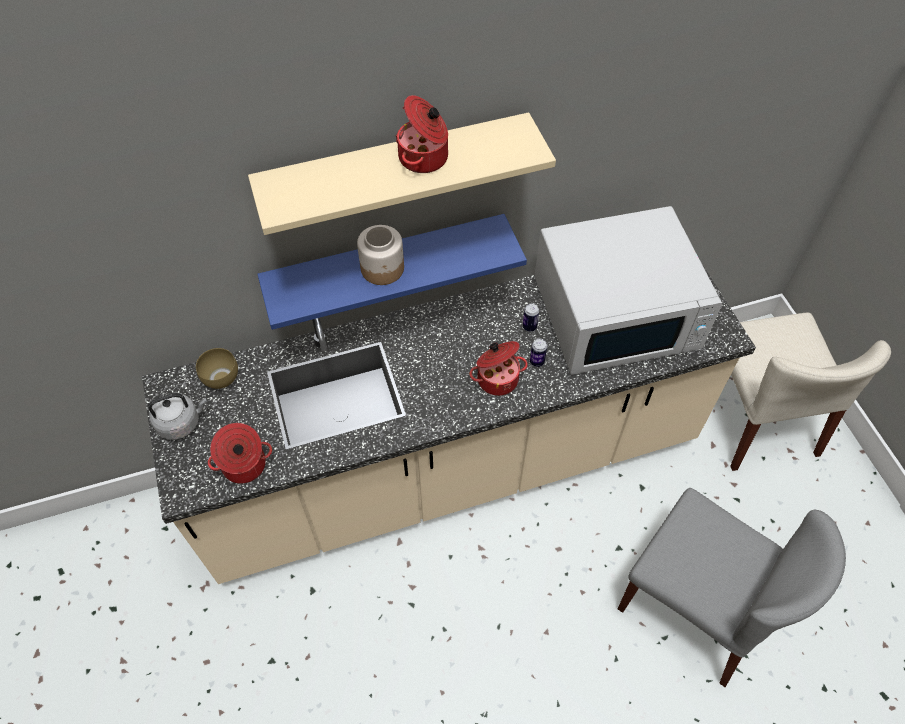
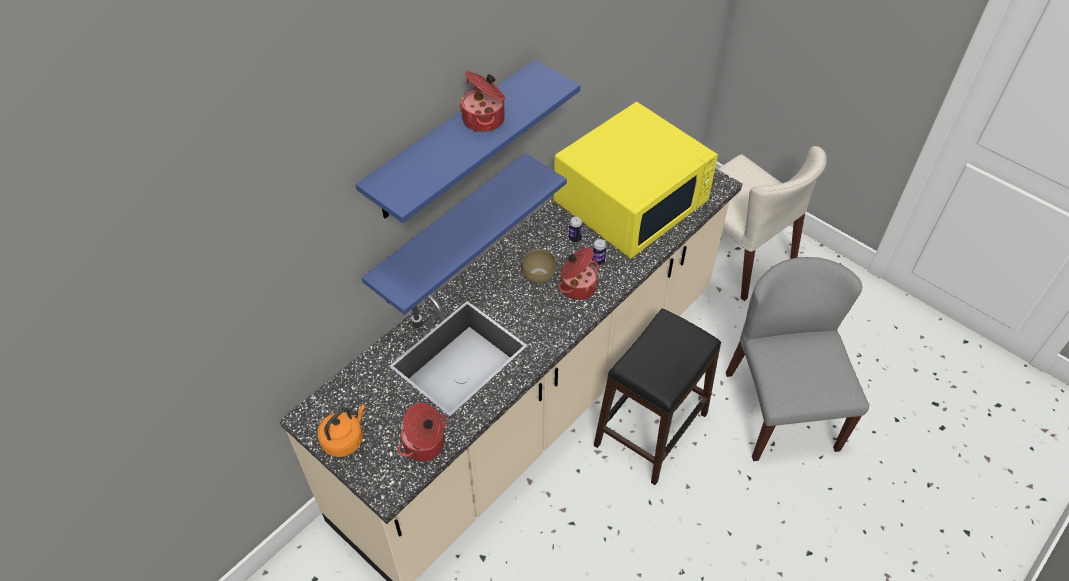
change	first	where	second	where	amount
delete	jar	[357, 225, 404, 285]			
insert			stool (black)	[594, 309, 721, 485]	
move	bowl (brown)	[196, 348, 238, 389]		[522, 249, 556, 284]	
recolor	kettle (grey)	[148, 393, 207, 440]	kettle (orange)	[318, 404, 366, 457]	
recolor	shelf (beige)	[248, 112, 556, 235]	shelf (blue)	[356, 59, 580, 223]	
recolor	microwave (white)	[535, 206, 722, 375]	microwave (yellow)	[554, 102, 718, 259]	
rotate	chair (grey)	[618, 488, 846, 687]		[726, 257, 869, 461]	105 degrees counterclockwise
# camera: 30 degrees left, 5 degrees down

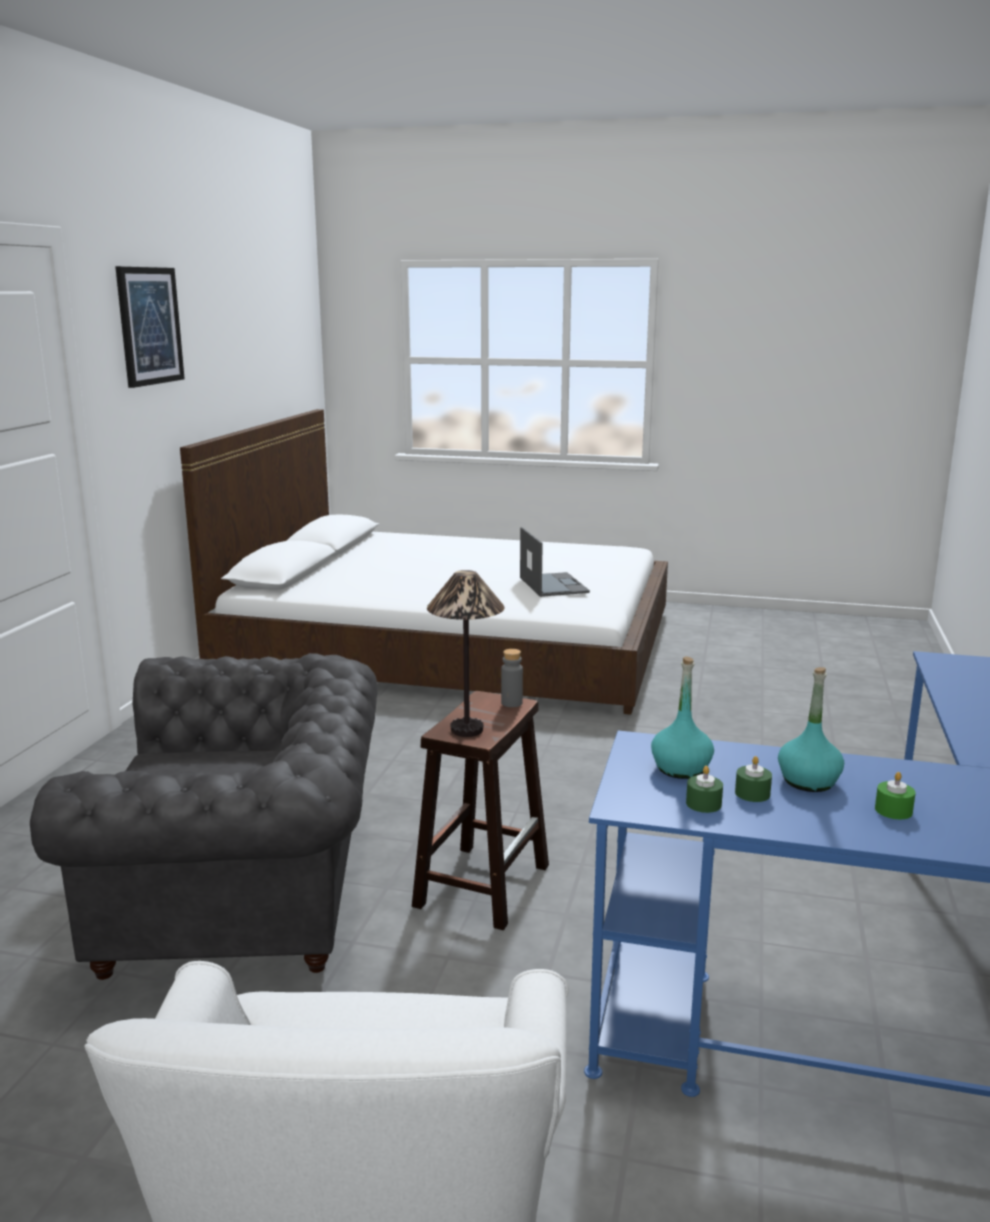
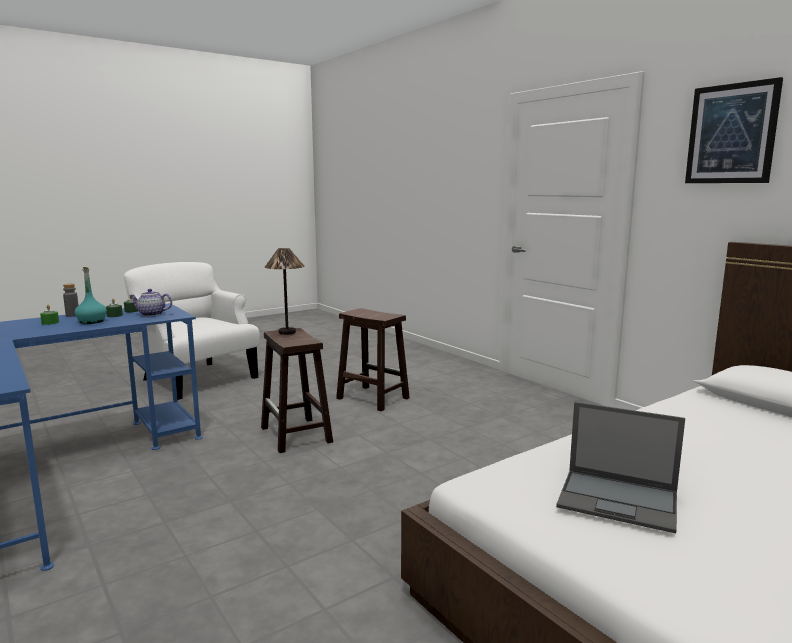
change	first	where	second	where	amount
move	bottle (grey)	[501, 649, 523, 707]		[63, 284, 79, 317]	
replace	armchair (grey)	[30, 653, 378, 980]	stool (brown)	[336, 308, 410, 411]	
replace	bottle (turquoise)	[651, 656, 714, 779]	teapot	[129, 289, 172, 316]	
# camera: 130 degrees right, 5 degrees down

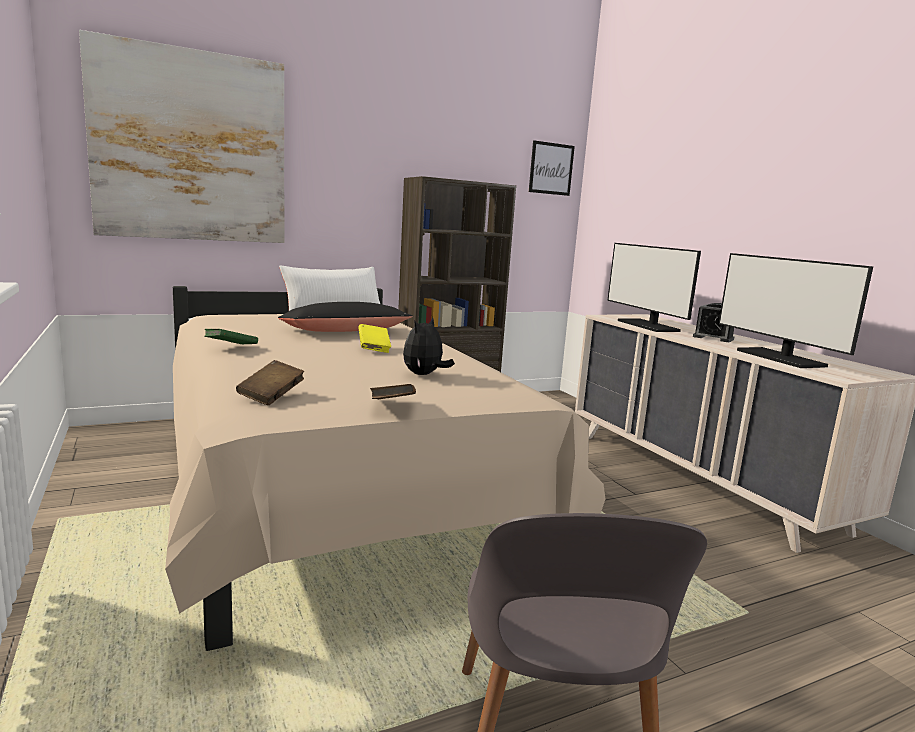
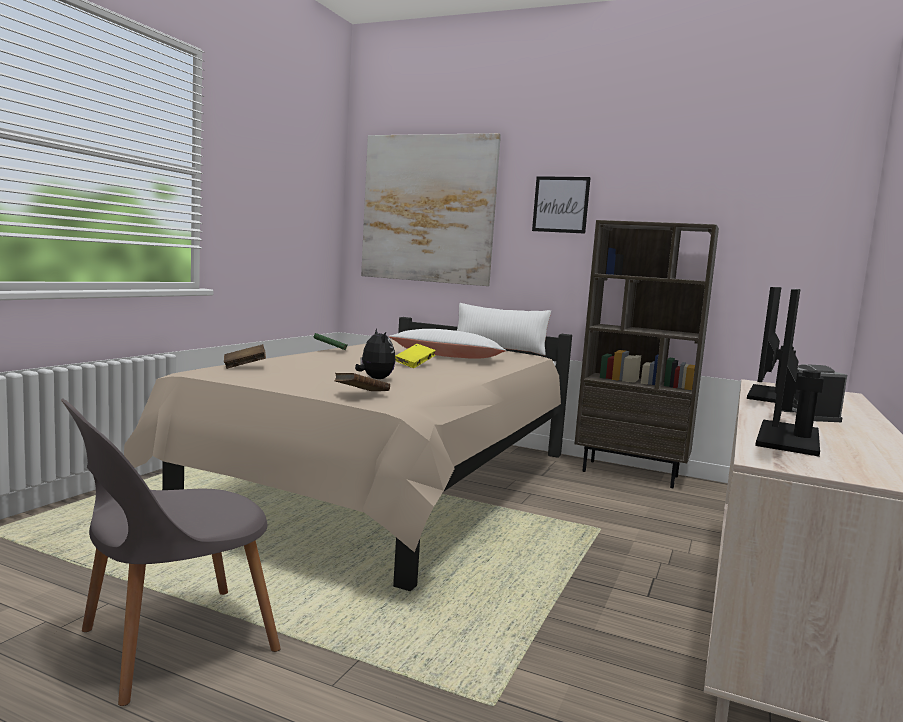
change	first	where	second	where	amount
move	book (brown)	[370, 384, 416, 399]		[334, 373, 390, 391]	
move	picture	[529, 140, 575, 196]		[532, 176, 591, 234]	
recolor	pillow (black)	[278, 302, 413, 332]	pillow (white)	[388, 329, 506, 359]	
rotate	plush toy	[403, 317, 455, 375]		[355, 328, 396, 379]	75 degrees clockwise
# camera: 50 degrees right, 5 degrees down

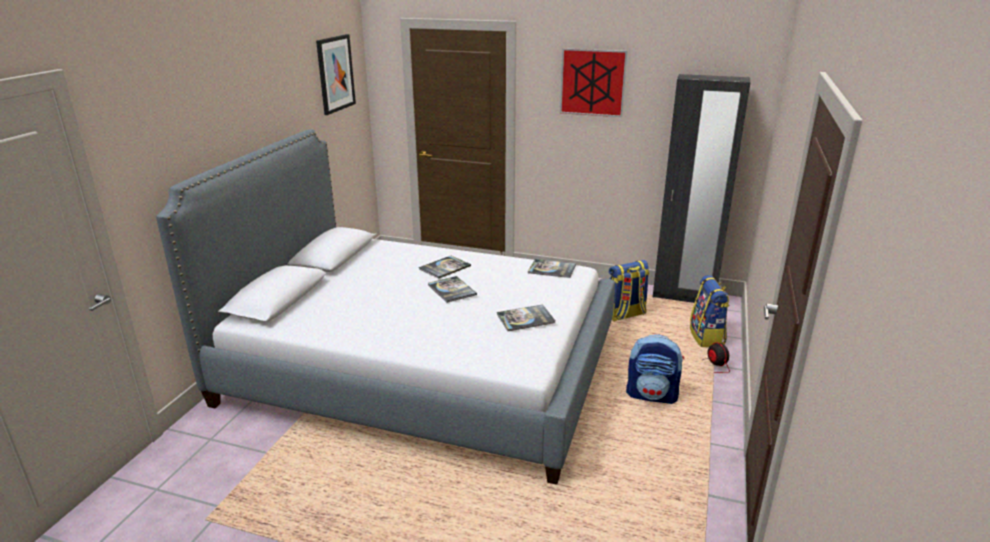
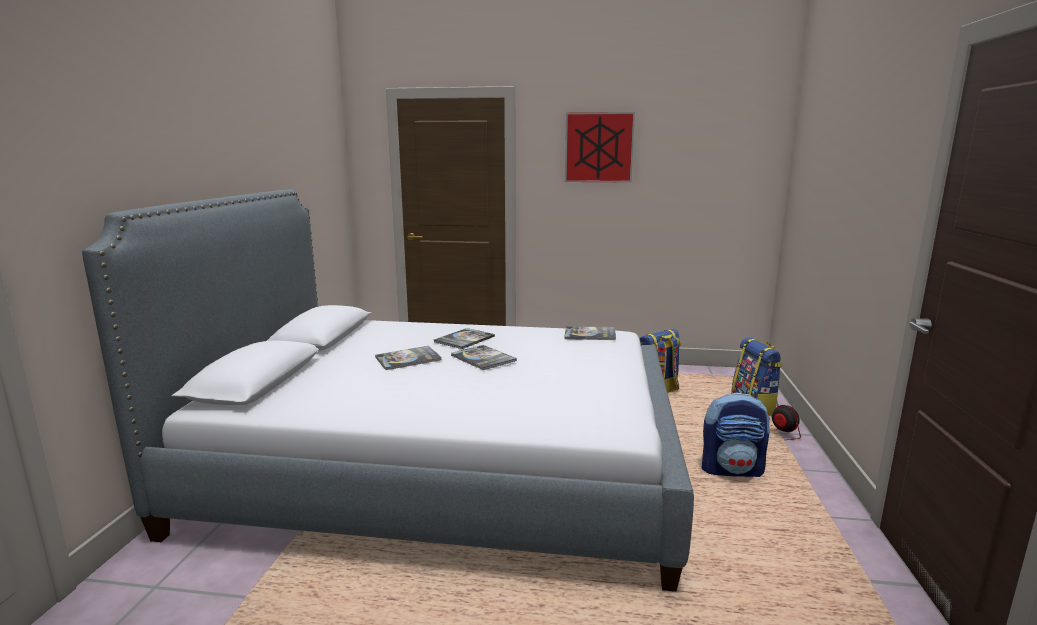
change	first	where	second	where	amount
delete	picture	[316, 34, 356, 115]			
delete	wardrobe (black)	[653, 74, 751, 303]			
move	book	[497, 304, 555, 331]		[375, 346, 442, 370]	
# camera: 10 degrees left, 10 degrees down

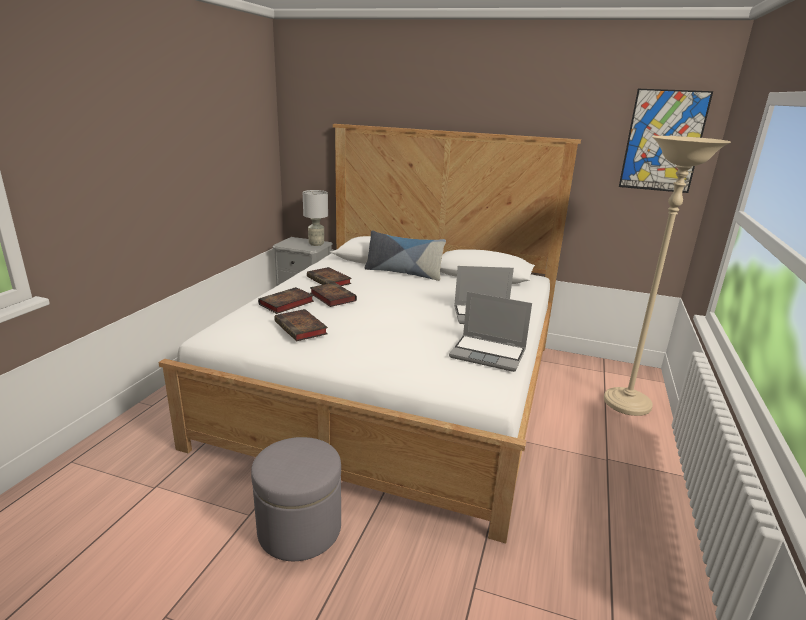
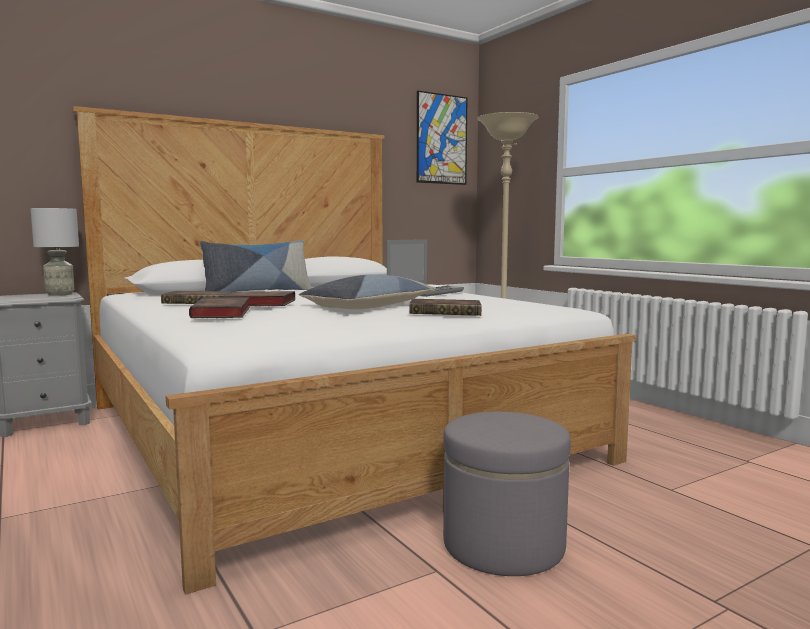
change	first	where	second	where	amount
delete	laptop	[449, 292, 532, 372]			
insert			pillow	[299, 274, 436, 309]	
move	book	[274, 309, 328, 341]		[409, 299, 482, 316]	
# camera: 50 degrees left, 15 degrees down

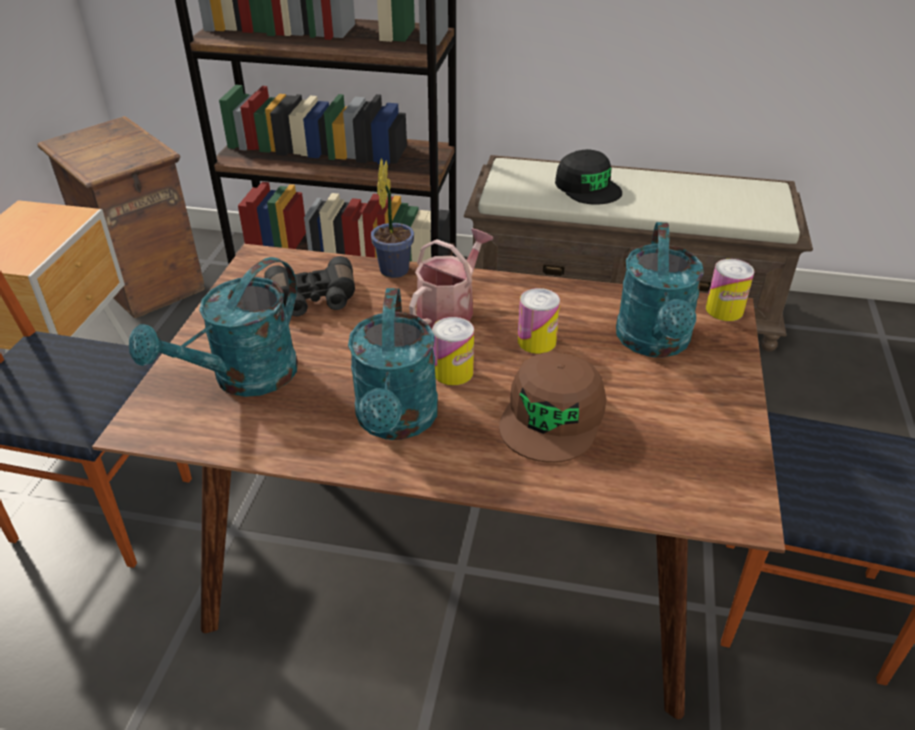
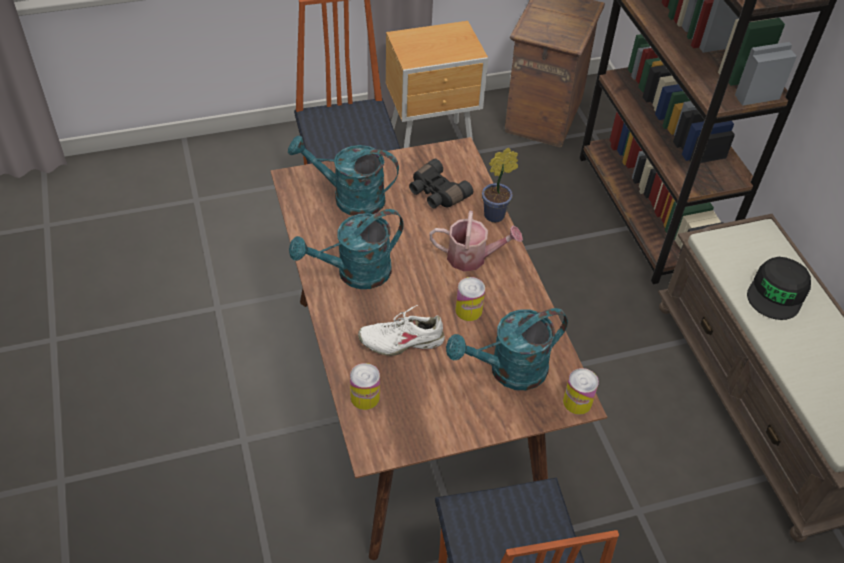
change	first	where	second	where	amount
move	can	[432, 317, 474, 385]		[350, 363, 380, 410]	
replace	cap (brown)	[499, 352, 607, 463]	shoe (white)	[358, 305, 445, 356]	
# camera: 60 degrees right, 10 degrees up

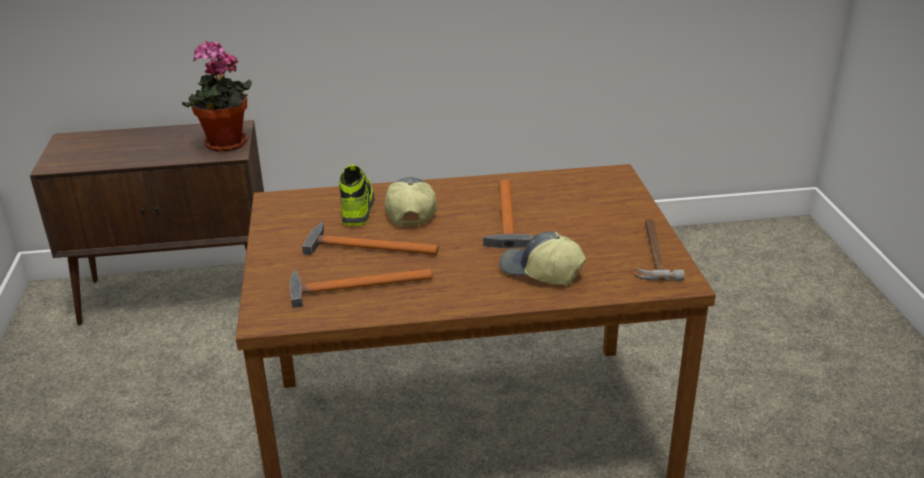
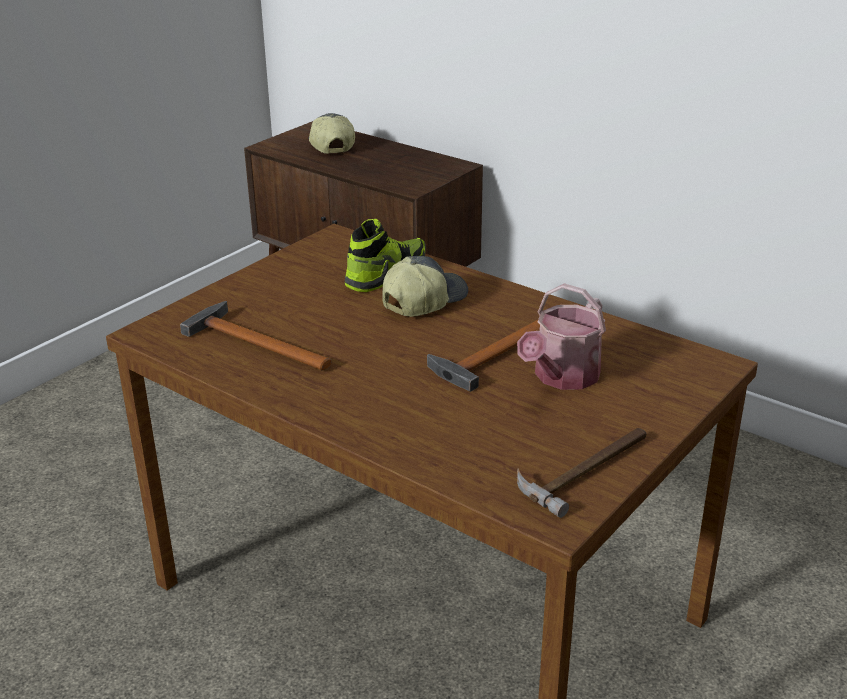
change	first	where	second	where	amount
delete	potted plant	[182, 40, 252, 152]			
delete	hammer	[302, 222, 439, 255]			
insert			watering can	[517, 283, 606, 390]	
move	cap	[499, 231, 586, 285]		[308, 113, 355, 154]	
# camera: 45 degrees right, 0 degrees up

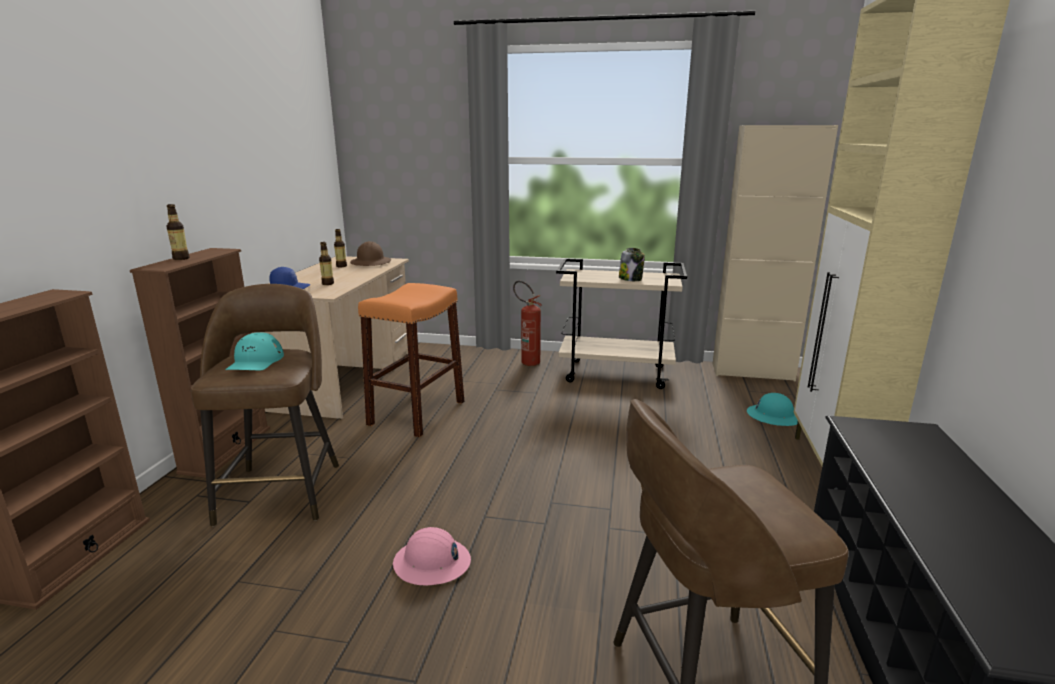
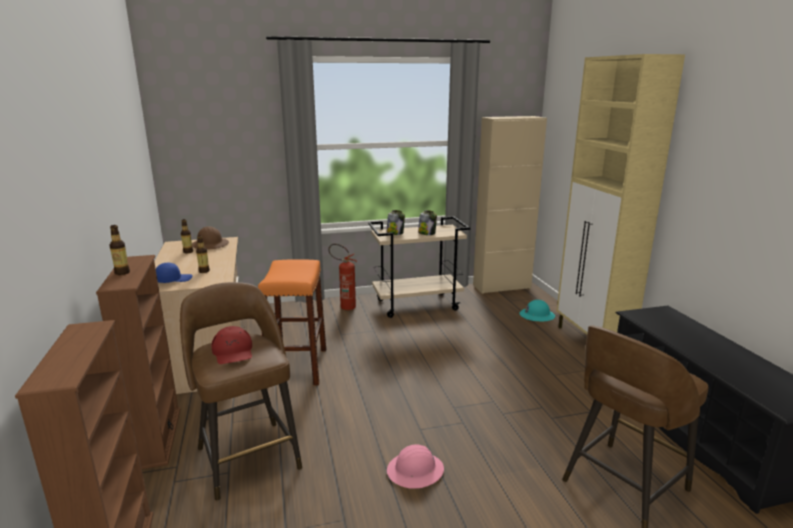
change	first	where	second	where	amount
insert			jar	[387, 210, 405, 235]	
recolor	cap (turquoise)	[225, 332, 284, 371]	cap (red)	[211, 326, 252, 364]	
# camera: 25 degrees left, 0 degrees up

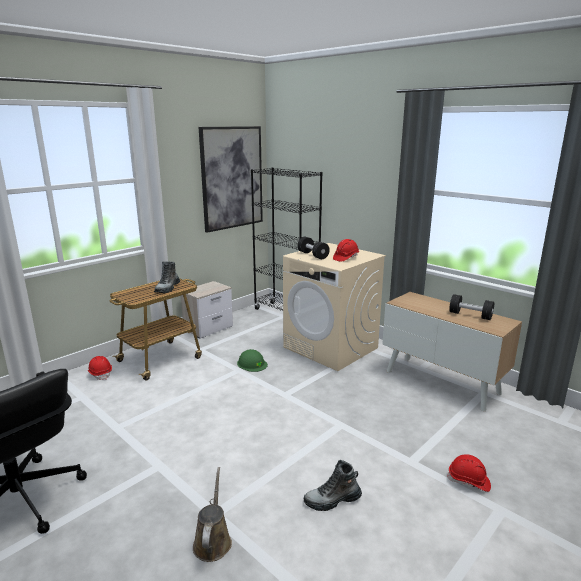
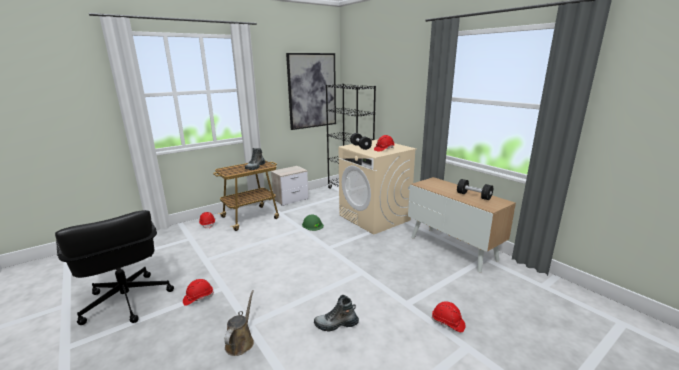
change	first	where	second	where	amount
insert			hard hat (red)	[183, 279, 214, 306]	
# camera: 10 degrees right, 0 degrees up

